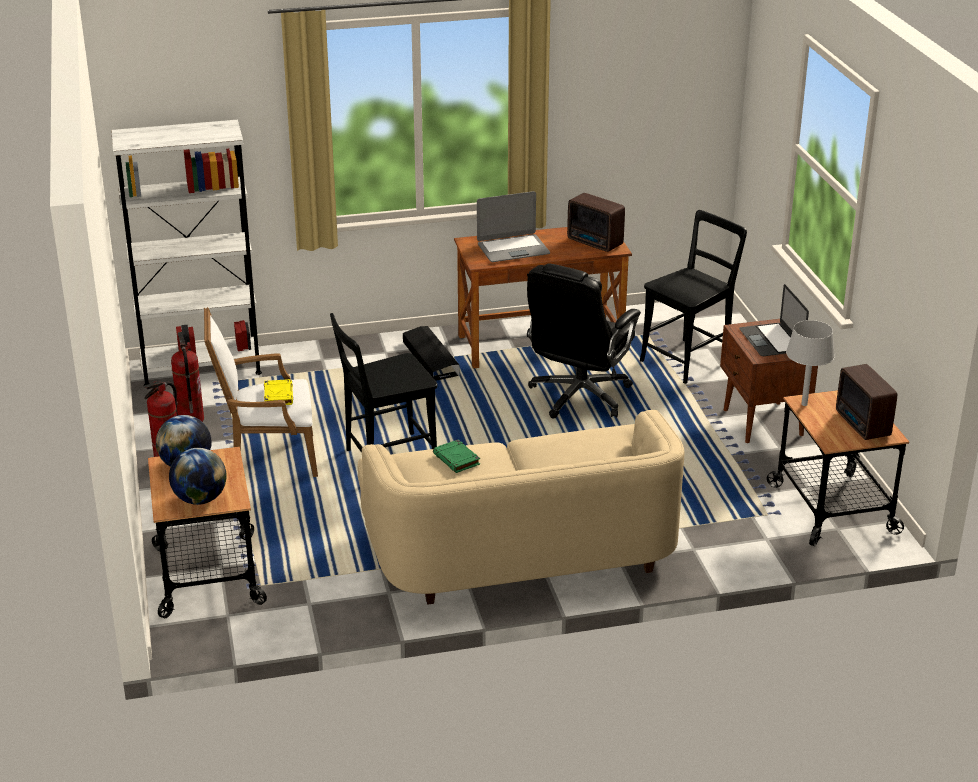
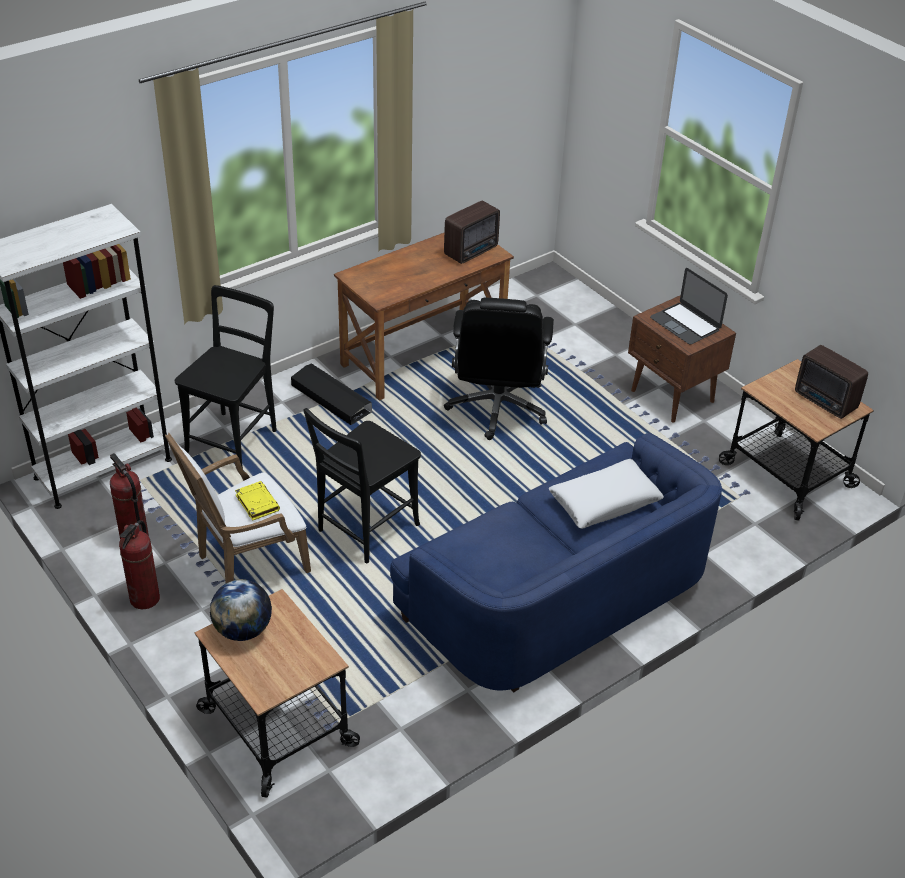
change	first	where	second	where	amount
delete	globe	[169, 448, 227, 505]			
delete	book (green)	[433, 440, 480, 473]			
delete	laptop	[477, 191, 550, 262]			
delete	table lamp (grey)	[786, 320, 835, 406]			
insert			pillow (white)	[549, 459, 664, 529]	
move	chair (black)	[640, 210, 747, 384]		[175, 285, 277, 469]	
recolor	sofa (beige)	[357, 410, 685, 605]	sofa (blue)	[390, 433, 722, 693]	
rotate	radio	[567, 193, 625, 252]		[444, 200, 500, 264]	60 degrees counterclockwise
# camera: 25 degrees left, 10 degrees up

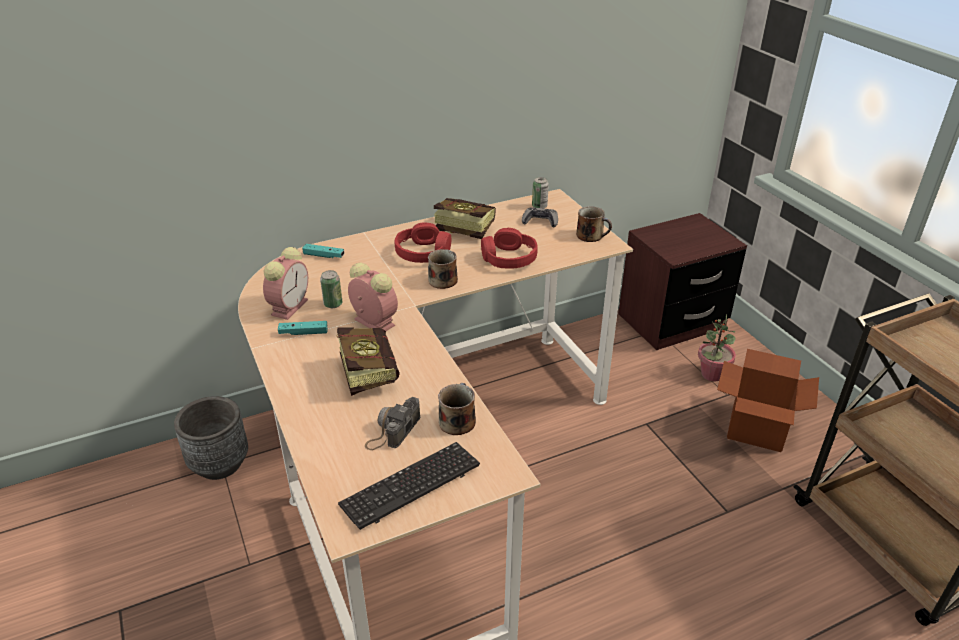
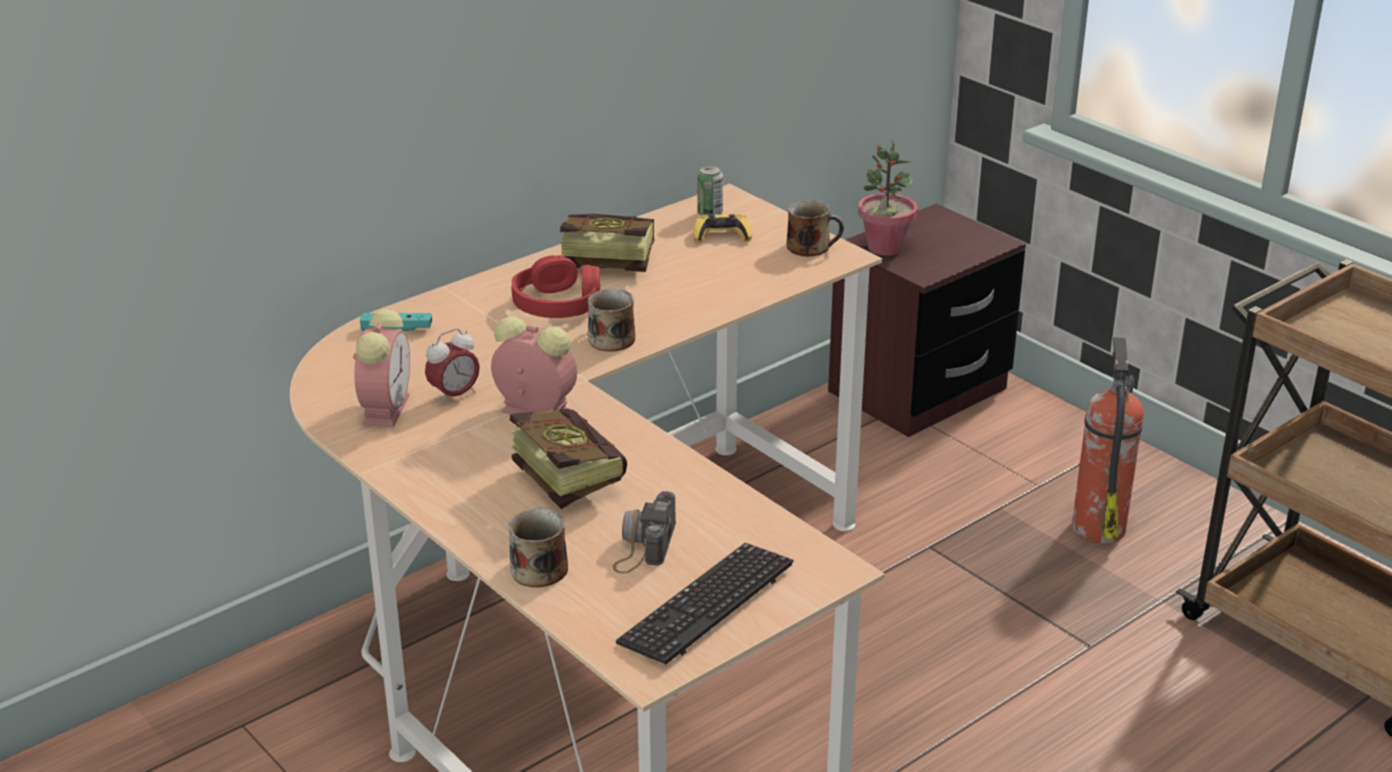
change	first	where	second	where	amount
delete	planter (grey)	[174, 396, 248, 480]			
delete	game controller (turquoise)	[278, 321, 328, 335]			
delete	headphones (red)	[481, 228, 538, 269]			
move	mug	[438, 383, 476, 435]		[508, 508, 568, 587]	
move	potted plant	[698, 314, 736, 382]		[858, 138, 917, 256]	
replace	can	[320, 270, 342, 308]	alarm clock	[425, 328, 480, 405]	
replace	cardboard box	[717, 349, 819, 452]	fire extinguisher	[1072, 337, 1144, 544]	
recolor	game controller (grey)	[522, 207, 558, 227]	game controller (yellow)	[693, 214, 752, 243]	
# camera: 15 degrees left, 5 degrees down

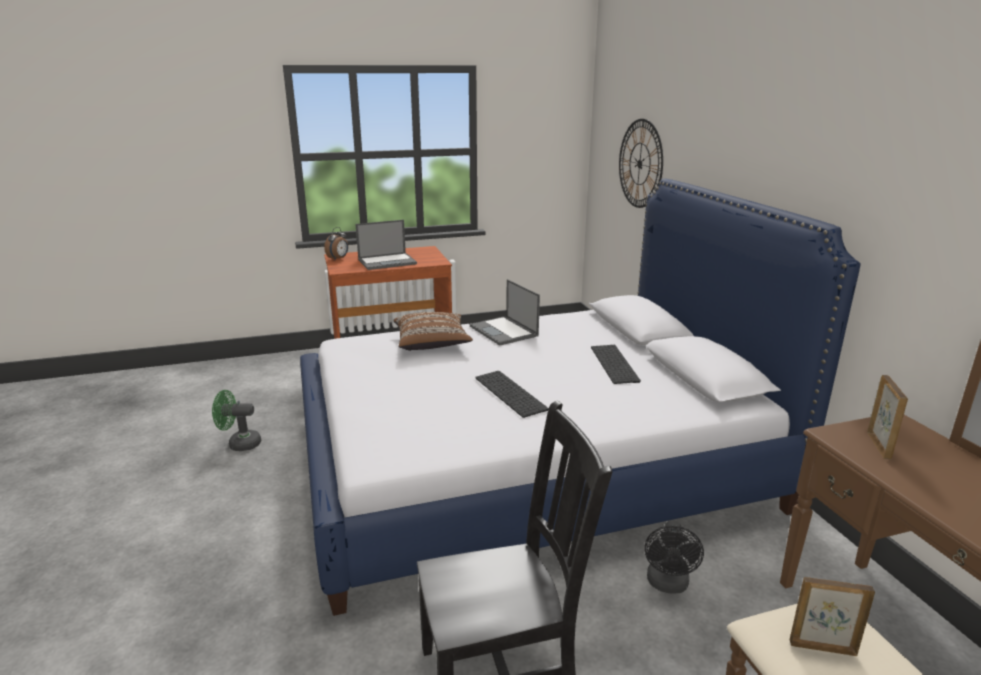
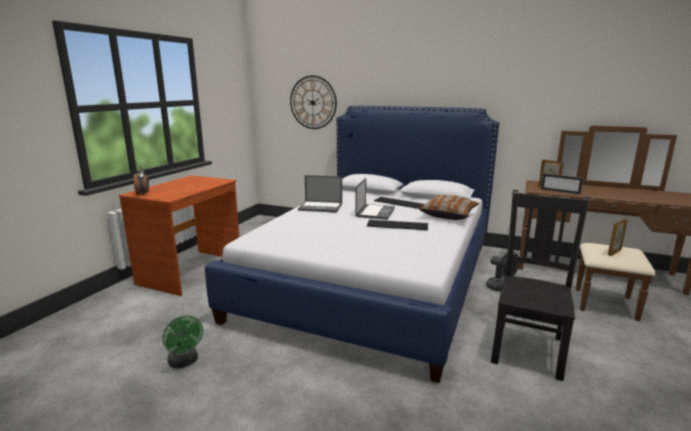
change	first	where	second	where	amount
insert			picture frame	[540, 173, 584, 195]	
move	laptop	[356, 220, 417, 270]		[355, 178, 395, 220]	
move	pillow (brown)	[393, 312, 473, 351]		[419, 195, 479, 220]	
rotate	fan (green)	[212, 390, 261, 451]		[162, 316, 203, 368]	75 degrees counterclockwise
# camera: 50 degrees left, 5 degrees down

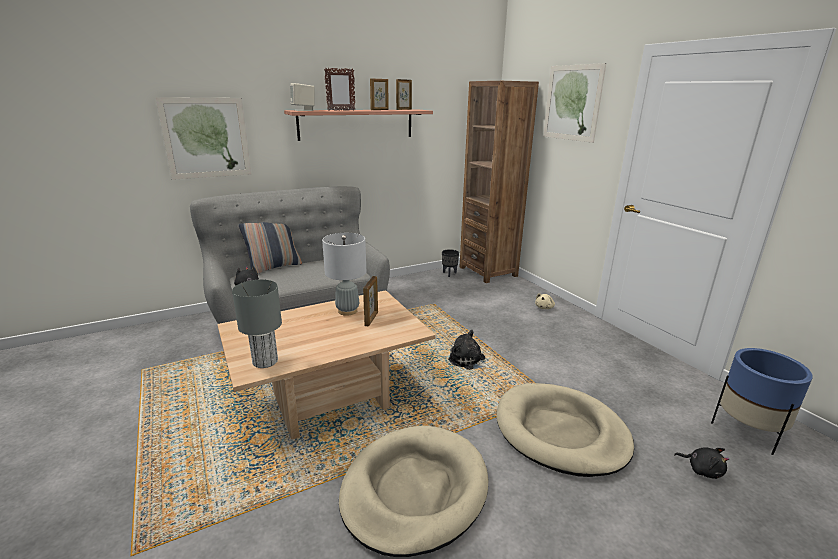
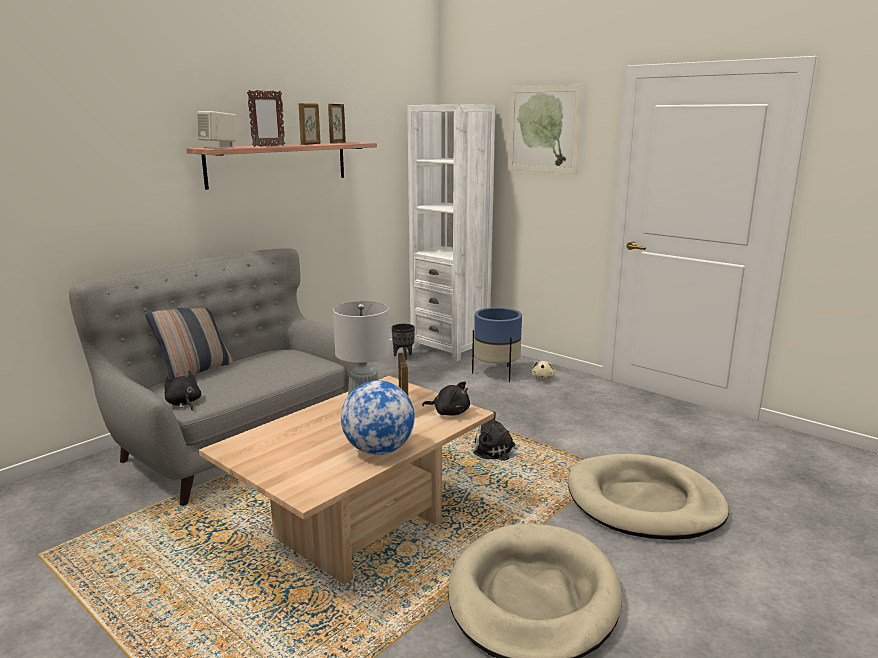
change	first	where	second	where	amount
delete	picture	[156, 97, 251, 180]			
delete	table lamp (grey)	[232, 279, 282, 368]			
insert			globe	[341, 380, 415, 455]	
move	plush toy (black)	[674, 448, 729, 479]		[422, 381, 470, 416]	
move	planter (blue)	[711, 348, 813, 455]		[472, 307, 522, 382]	
recolor	bookcase (brown)	[459, 81, 539, 283]	bookcase (white)	[407, 104, 495, 361]	
# camera: 20 degrees left, 5 degrees down

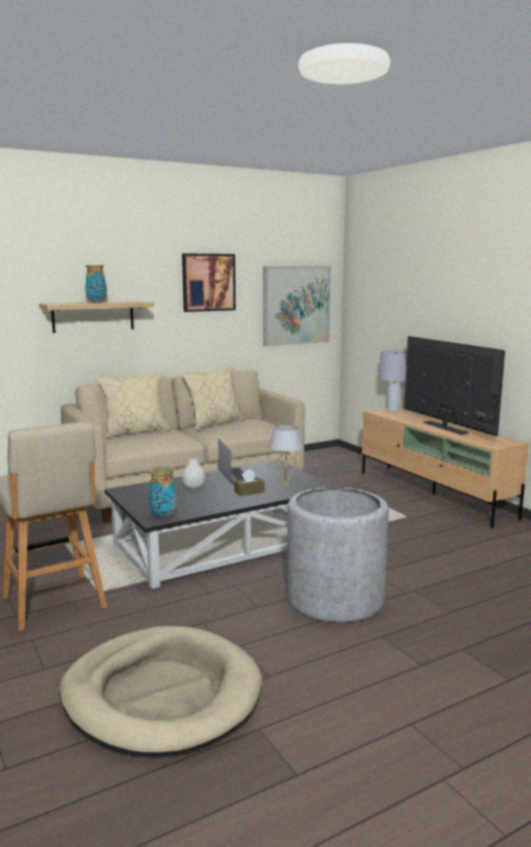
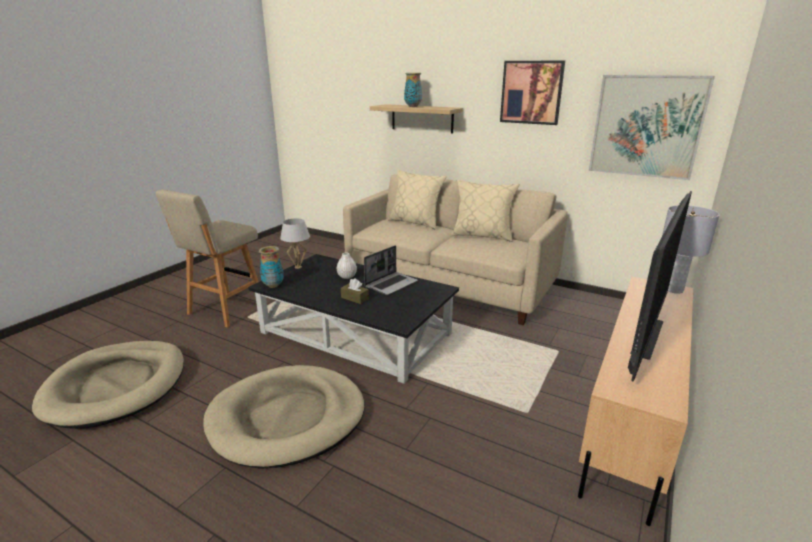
change	first	where	second	where	amount
move	table lamp (white)	[269, 425, 303, 485]		[280, 219, 310, 269]	
replace	planter (grey)	[287, 487, 389, 622]	dog bed (beige)	[203, 365, 365, 469]	
# camera: 60 degrees right, 10 degrees up

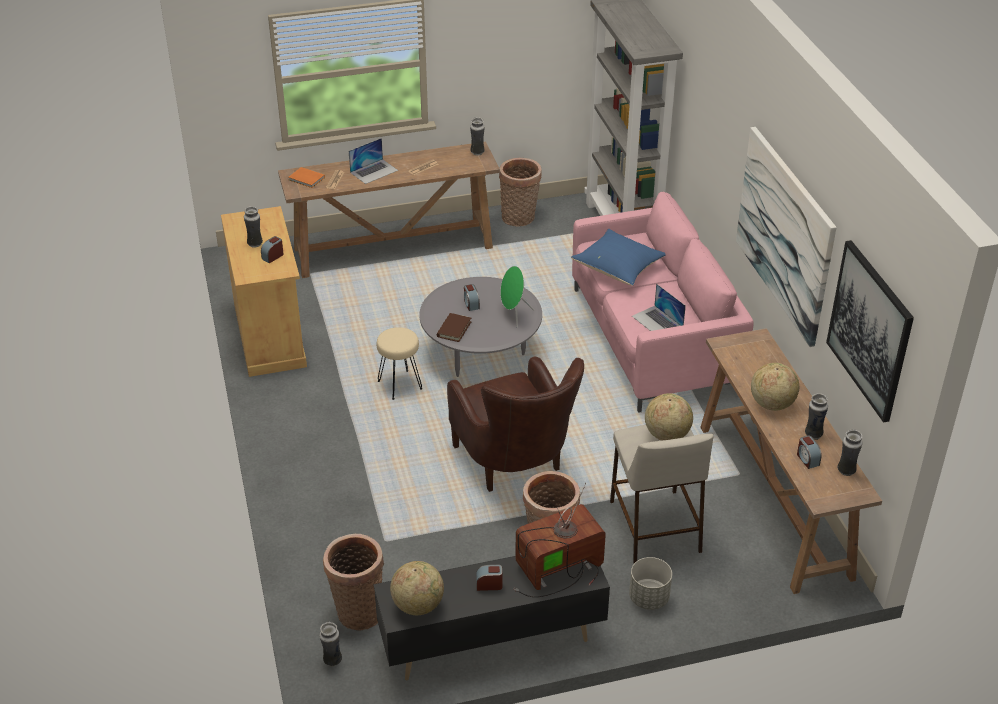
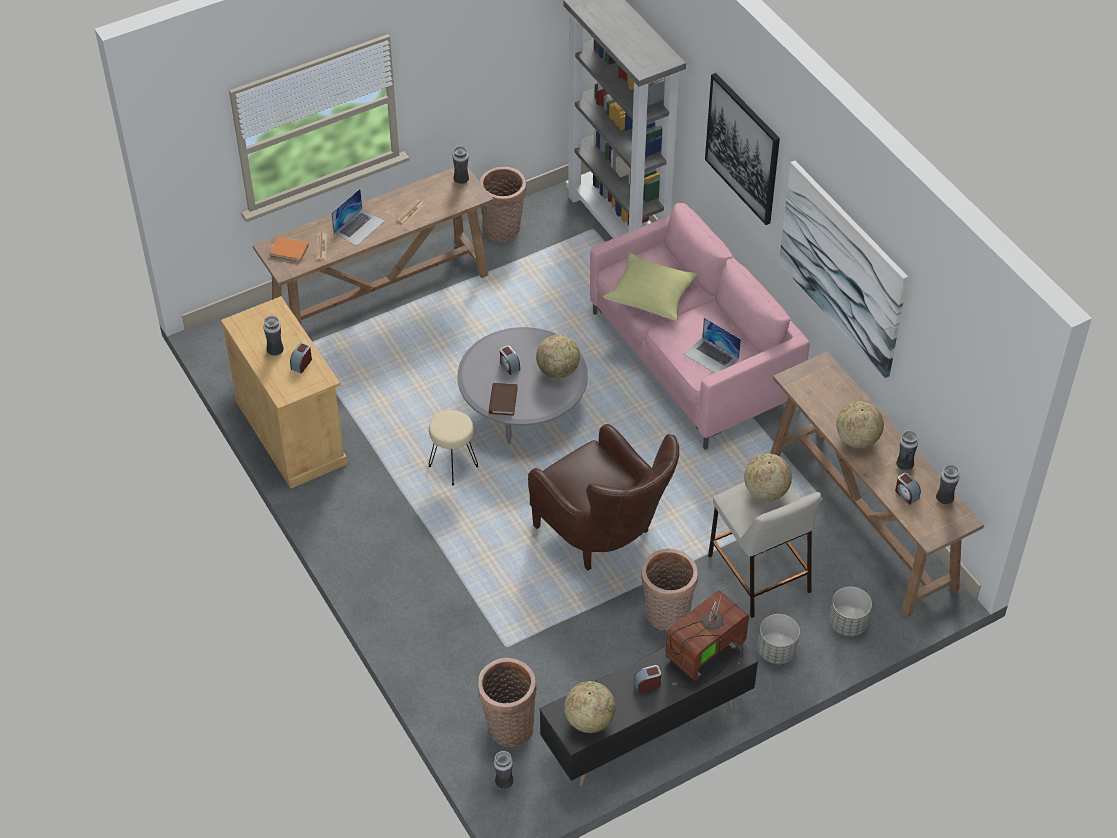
change	first	where	second	where	amount
insert			planter (grey)	[829, 587, 872, 636]	
move	picture	[826, 240, 914, 423]		[705, 73, 780, 225]	
replace	speaker (green)	[501, 266, 535, 327]	globe	[536, 335, 580, 378]	
recolor	pillow (blue)	[571, 229, 665, 286]	pillow (yellow)	[603, 253, 698, 321]	
# camera: 15 degrees left, 10 degrees up

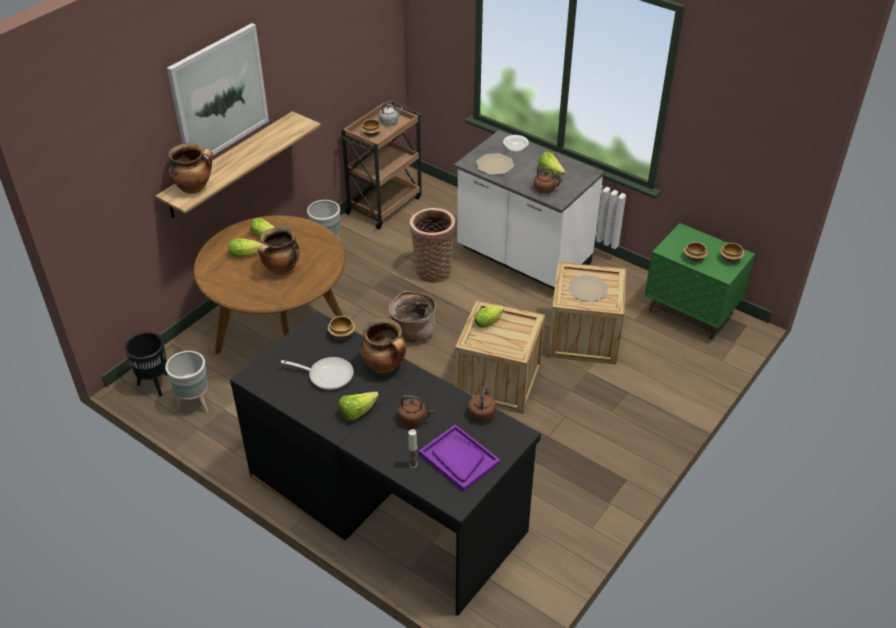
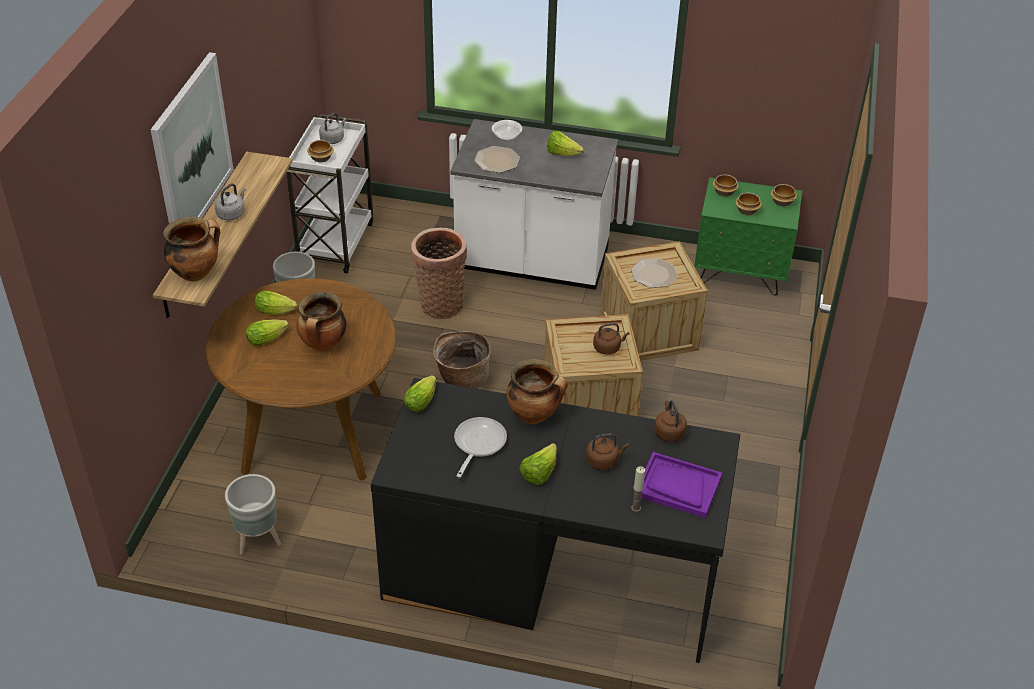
change	first	where	second	where	amount
delete	planter (black)	[125, 332, 167, 397]			
insert			kettle (grey)	[214, 183, 246, 220]	
move	bowl	[328, 316, 355, 340]		[713, 174, 739, 197]	
move	lettuce	[474, 306, 504, 328]		[404, 375, 436, 412]	
move	kettle (brown)	[534, 167, 562, 194]		[593, 323, 629, 355]	
recolor	cart (brown)	[339, 101, 422, 230]	cart (white)	[286, 114, 373, 274]	
rotate	frying pan	[281, 357, 353, 390]		[454, 417, 507, 478]	60 degrees counterclockwise
# camera: 25 degrees left, 0 degrees up

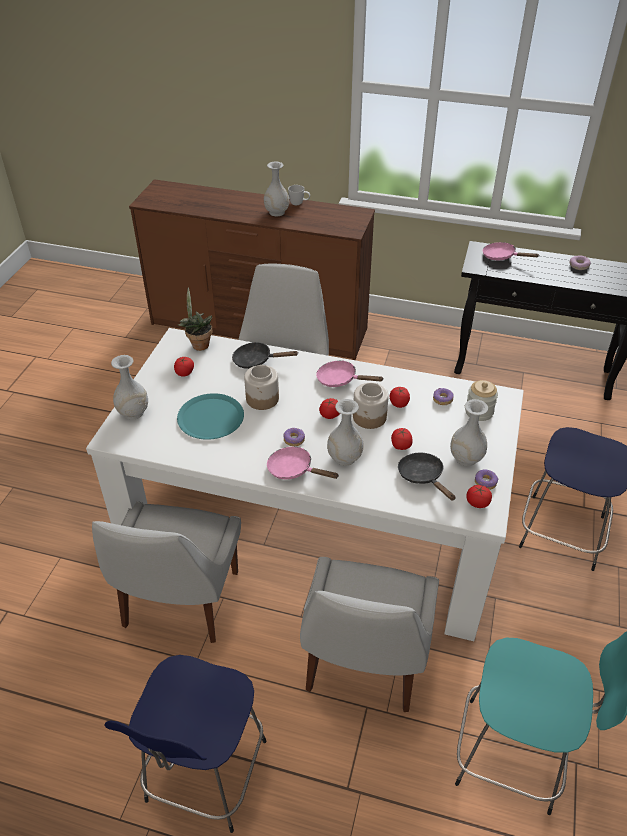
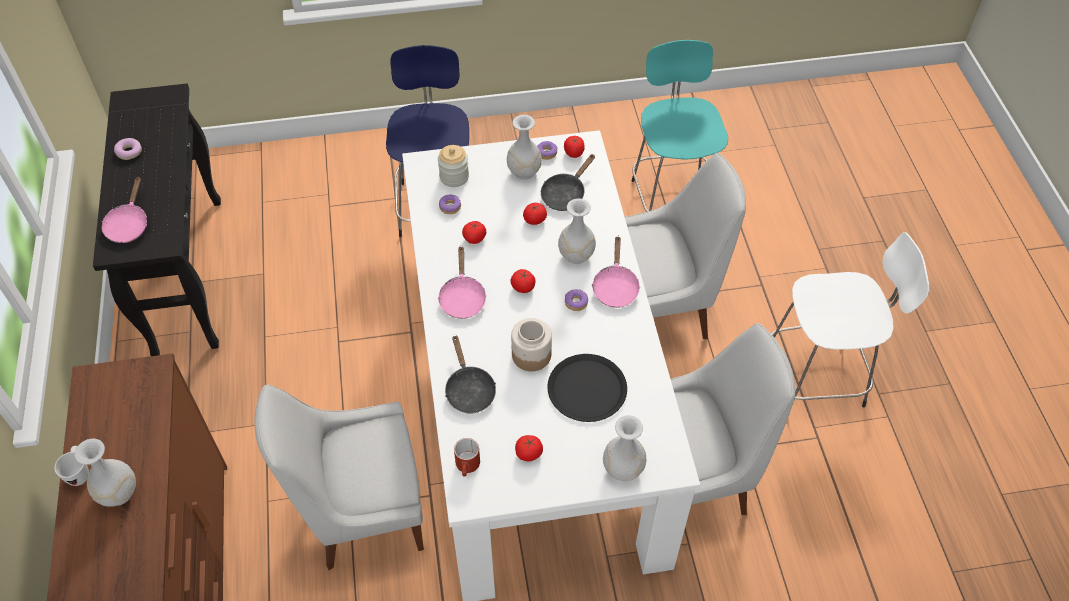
change	first	where	second	where	amount
delete	jar	[353, 383, 389, 429]			
replace	potted plant	[178, 288, 212, 351]	mug (red)	[454, 438, 480, 477]	
recolor	stool (blue)	[105, 655, 266, 833]	stool (white)	[772, 232, 929, 407]	
recolor	plate (turquoise)	[177, 393, 244, 440]	plate (black)	[547, 354, 627, 422]	
# camera: 115 degrees left, 10 degrees up

